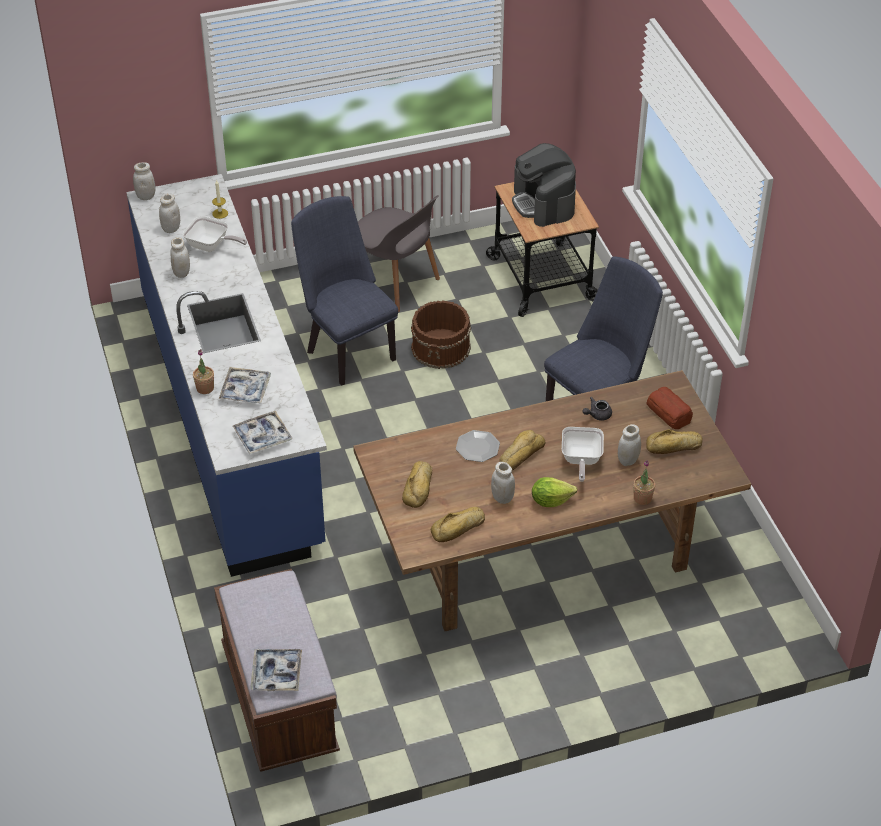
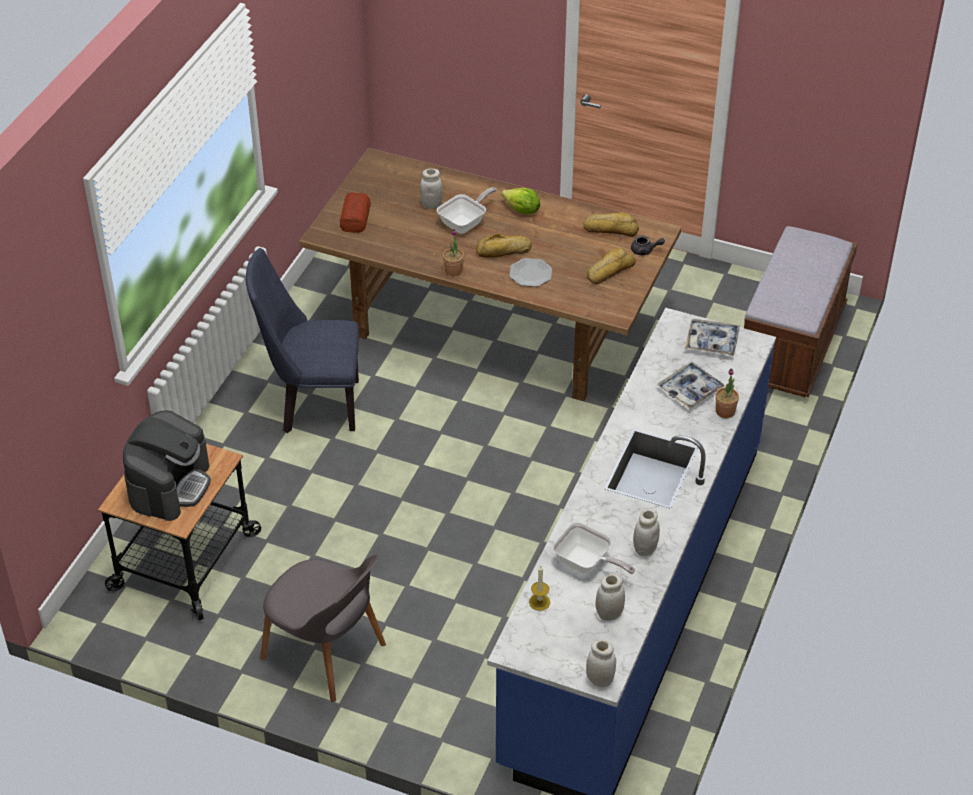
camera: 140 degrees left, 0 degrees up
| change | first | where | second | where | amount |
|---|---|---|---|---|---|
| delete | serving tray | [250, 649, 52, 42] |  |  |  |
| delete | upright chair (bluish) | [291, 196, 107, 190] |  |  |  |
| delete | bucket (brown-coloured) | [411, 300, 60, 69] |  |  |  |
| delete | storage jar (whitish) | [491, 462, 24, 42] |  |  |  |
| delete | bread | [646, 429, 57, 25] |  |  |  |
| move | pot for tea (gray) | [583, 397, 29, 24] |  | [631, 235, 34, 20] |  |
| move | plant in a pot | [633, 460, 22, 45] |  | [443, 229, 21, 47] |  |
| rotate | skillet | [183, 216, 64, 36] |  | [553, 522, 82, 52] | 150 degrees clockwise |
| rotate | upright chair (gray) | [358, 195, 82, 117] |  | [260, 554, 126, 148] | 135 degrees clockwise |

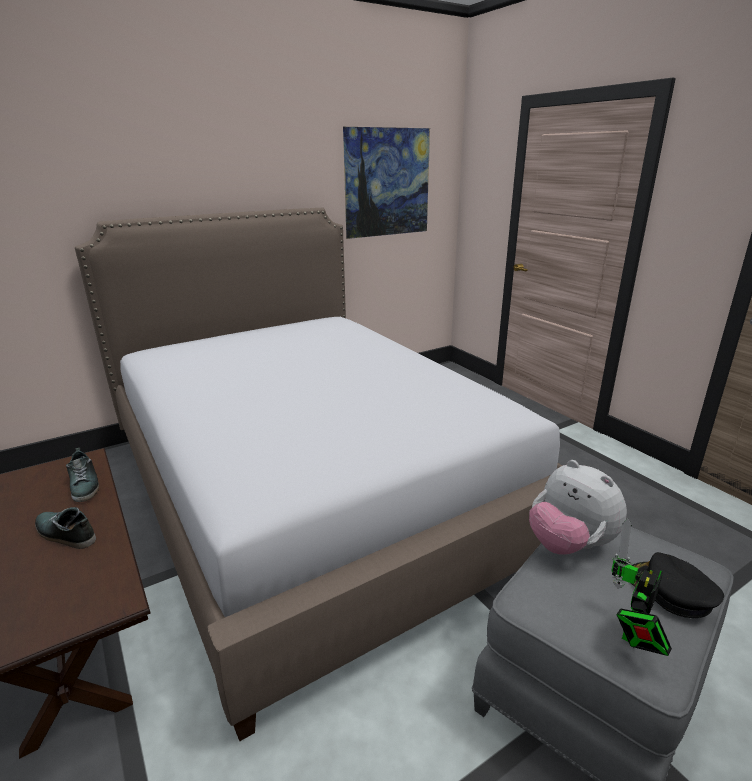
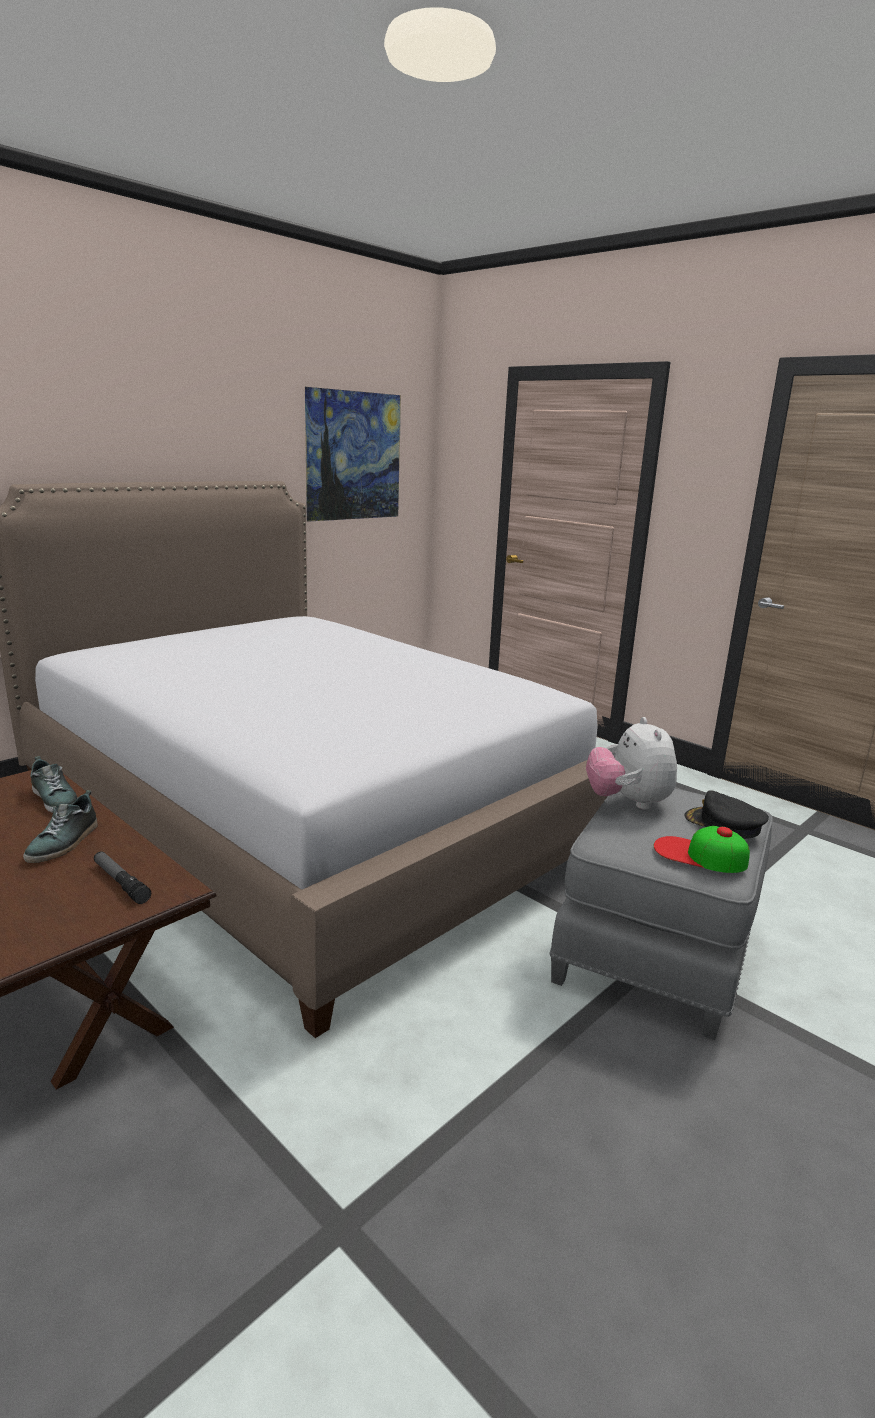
camera: 15 degrees left, 5 degrees down
| change | first | where | second | where | amount |
|---|---|---|---|---|---|
| insert |  |  | hand torch | [94, 851, 57, 53] |  |
| replace | model robot | [611, 518, 61, 138] | cap | [654, 826, 96, 47] |  |
| rotate | item of footwear | [35, 507, 61, 42] |  | [23, 790, 75, 73] | 90 degrees counterclockwise |
| rotate | plush toy | [529, 460, 98, 95] |  | [586, 717, 91, 92] | 45 degrees clockwise |

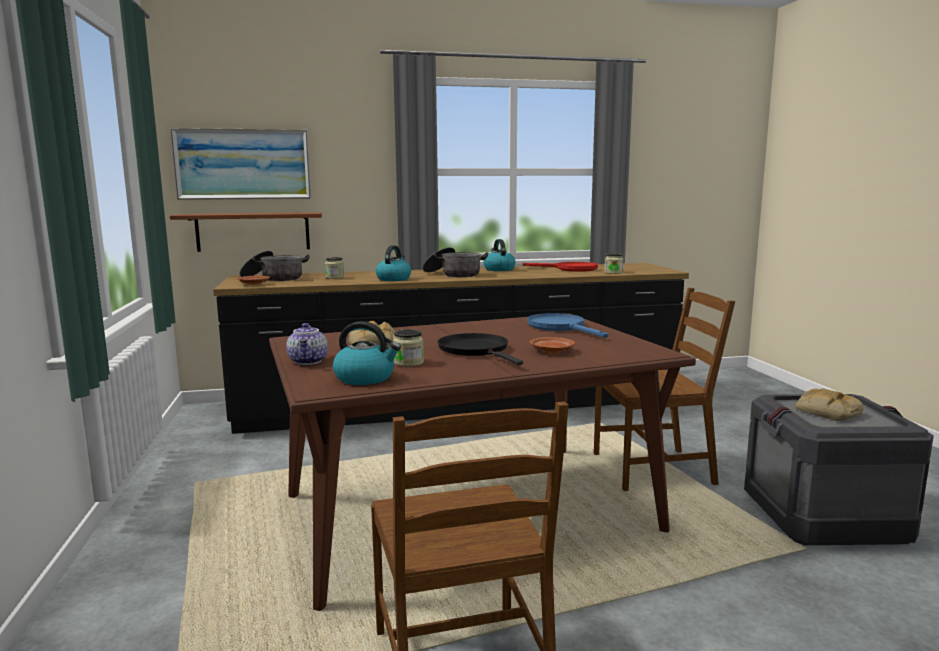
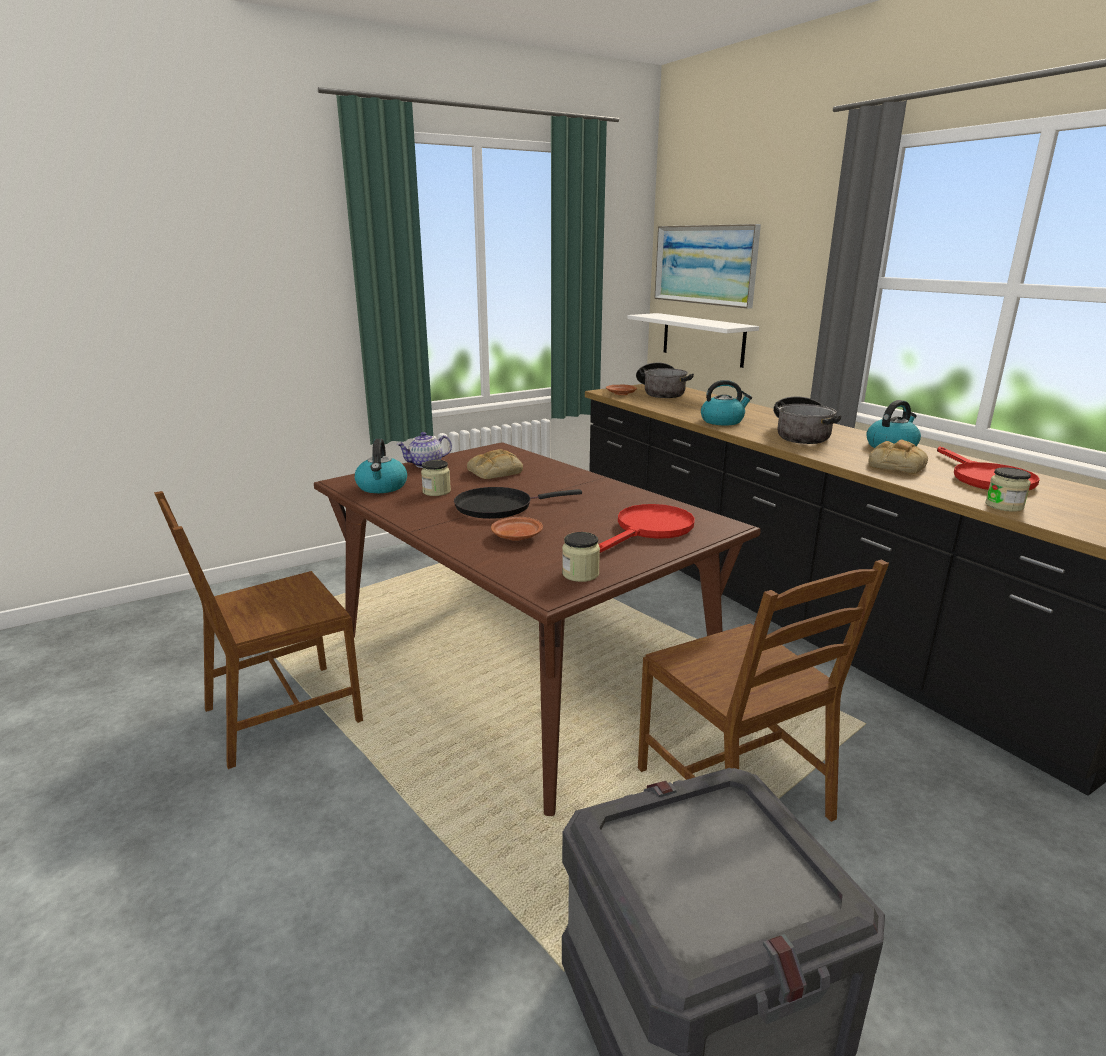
camera: 70 degrees right, 10 degrees up
| change | first | where | second | where | amount |
|---|---|---|---|---|---|
| move | storage jar | [325, 257, 19, 22] |  | [562, 532, 38, 50] |  |
| move | bread | [795, 389, 69, 32] |  | [868, 439, 60, 35] |  |
| recolor | shelf (brown-coloured) | [170, 212, 152, 40] | shelf (whitish) | [627, 313, 132, 55] |  |
| recolor | skillet (bluish) | [527, 313, 82, 25] | skillet (red-coloured) | [598, 504, 97, 49] |  |
| rotate | skillet (black-coloured) | [437, 333, 86, 32] |  | [454, 487, 128, 32] | 150 degrees counterclockwise |

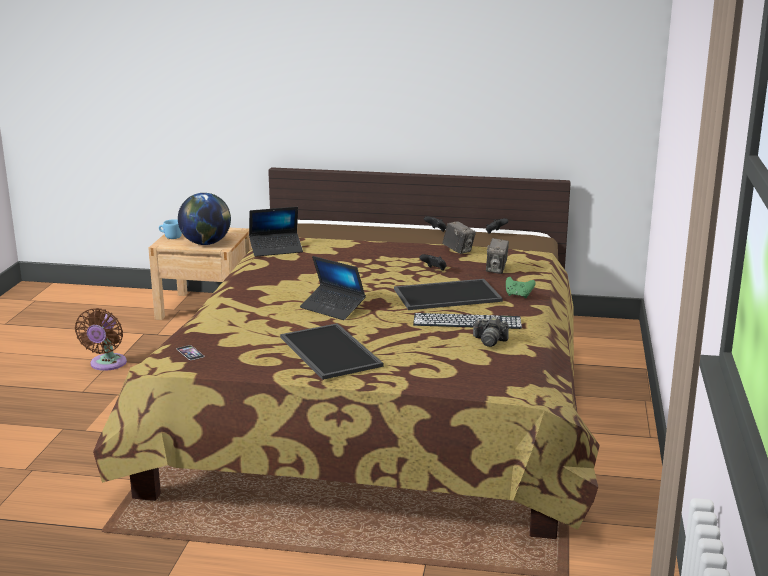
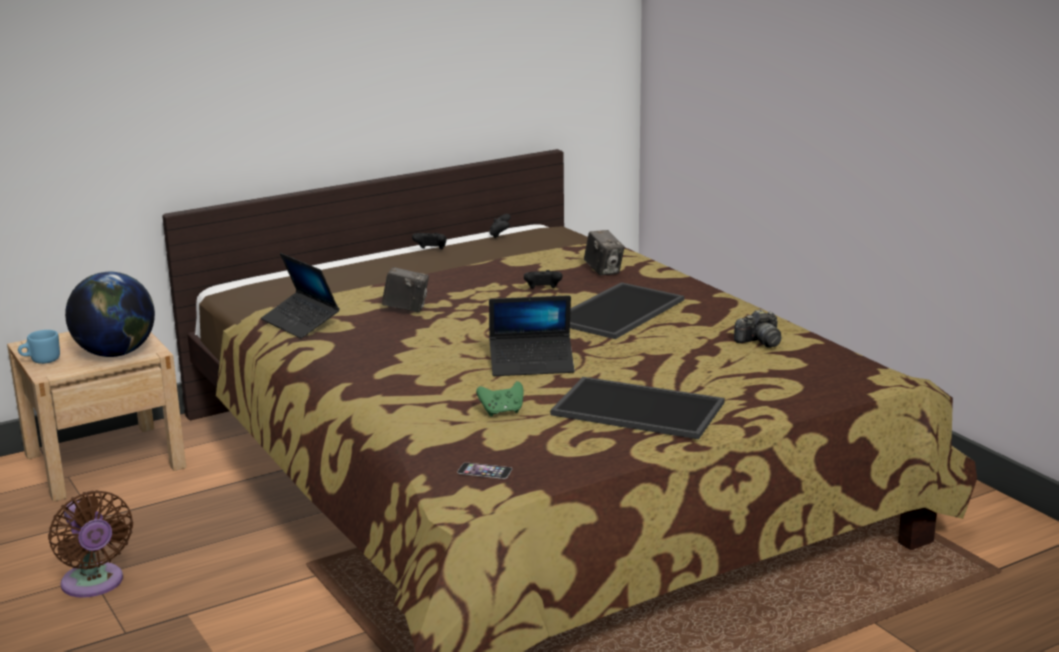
camera: 40 degrees left, 0 degrees up
| change | first | where | second | where | amount |
|---|---|---|---|---|---|
| delete | PC keyboard | [413, 313, 109, 16] |  |  |  |
| move | photo camera | [442, 221, 34, 33] |  | [382, 267, 47, 45] |  |
| move | gamepad (greenish) | [506, 277, 30, 21] |  | [476, 381, 47, 35] |  |
| rotate | laptop | [249, 207, 54, 50] |  | [261, 253, 79, 86] | 105 degrees clockwise |

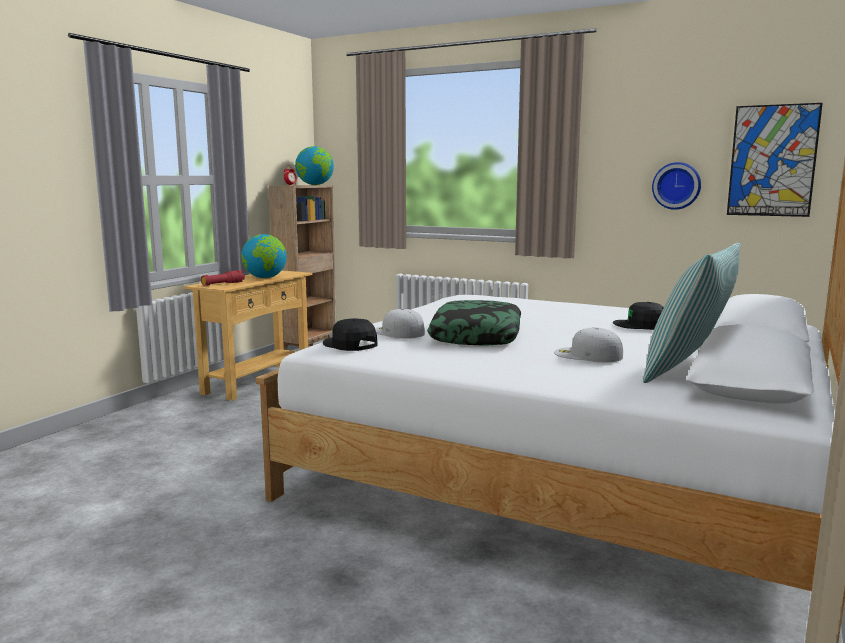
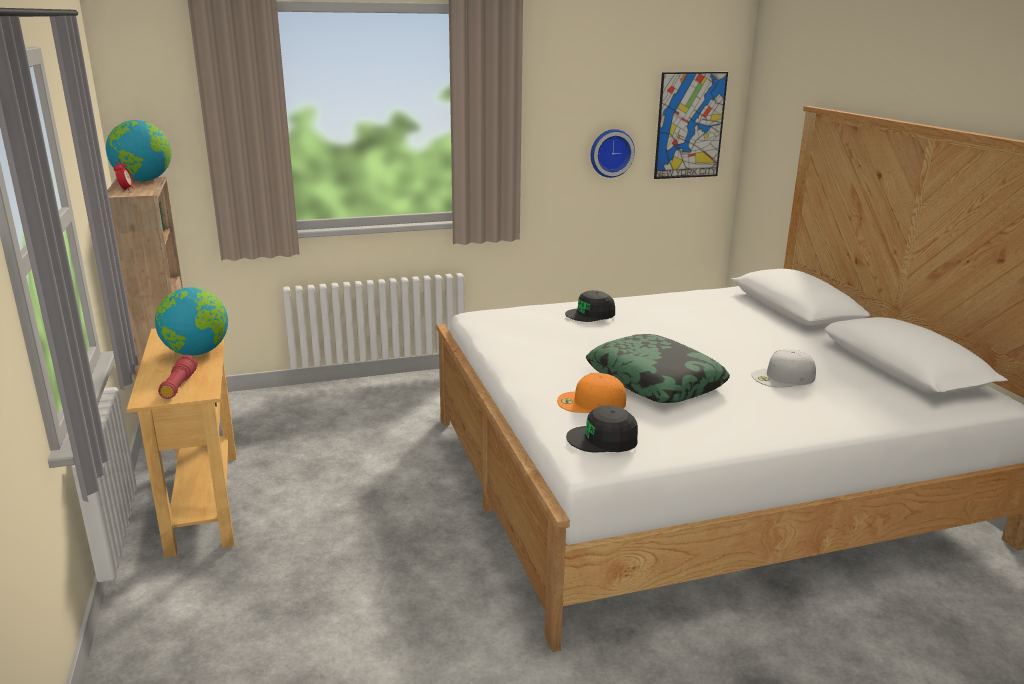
camera: 45 degrees left, 10 degrees up
| change | first | where | second | where | amount |
|---|---|---|---|---|---|
| delete | cushion | [643, 243, 98, 140] |  |  |  |
| move | cap (black-coloured) | [613, 302, 51, 28] |  | [565, 290, 50, 32] |  |
| recolor | cap (whitish) | [375, 309, 50, 30] | cap (orangey) | [557, 373, 69, 40] |  |

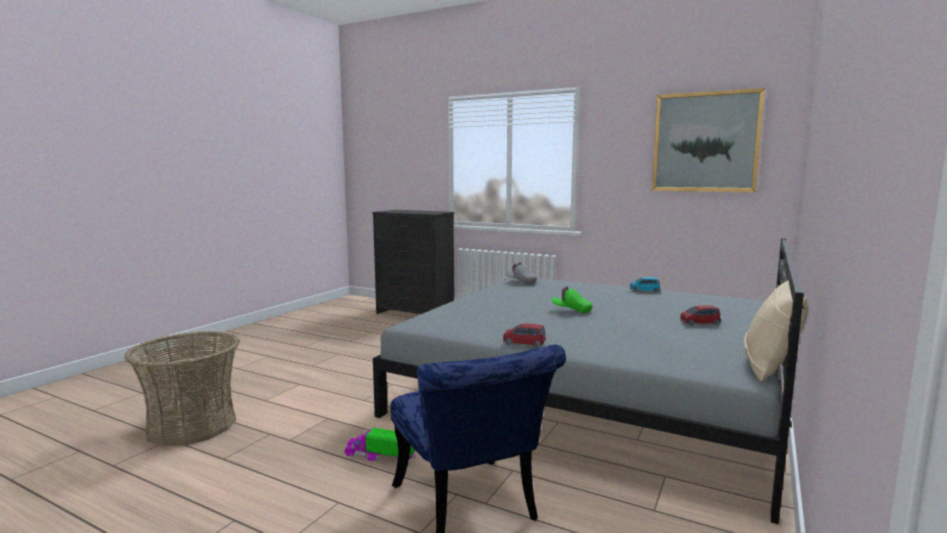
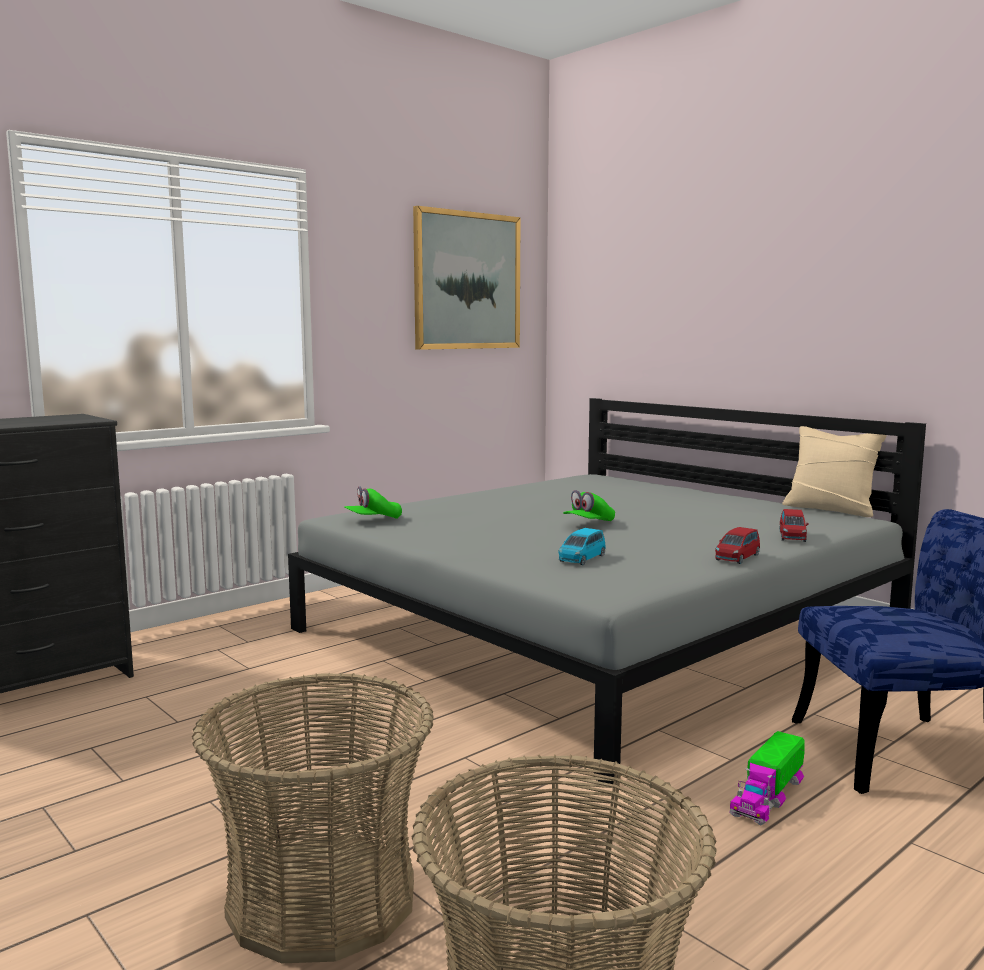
camera: 70 degrees left, 0 degrees up
| change | first | where | second | where | amount |
|---|---|---|---|---|---|
| insert |  |  | household basket | [192, 673, 242, 290] |  |
| move | model car (bluish) | [630, 277, 30, 16] |  | [558, 528, 48, 37] |  |
| move | model car (red-coloured) | [680, 305, 41, 21] |  | [779, 509, 30, 33] |  |
| recolor | cap (gray) | [507, 262, 30, 22] | cap (greenish) | [344, 486, 58, 33] |  |

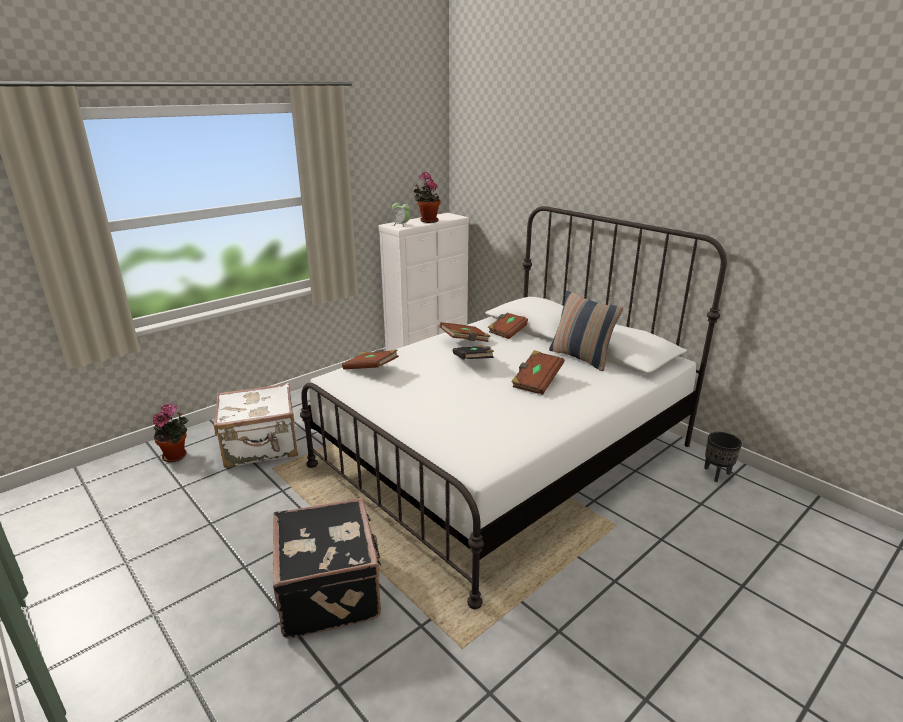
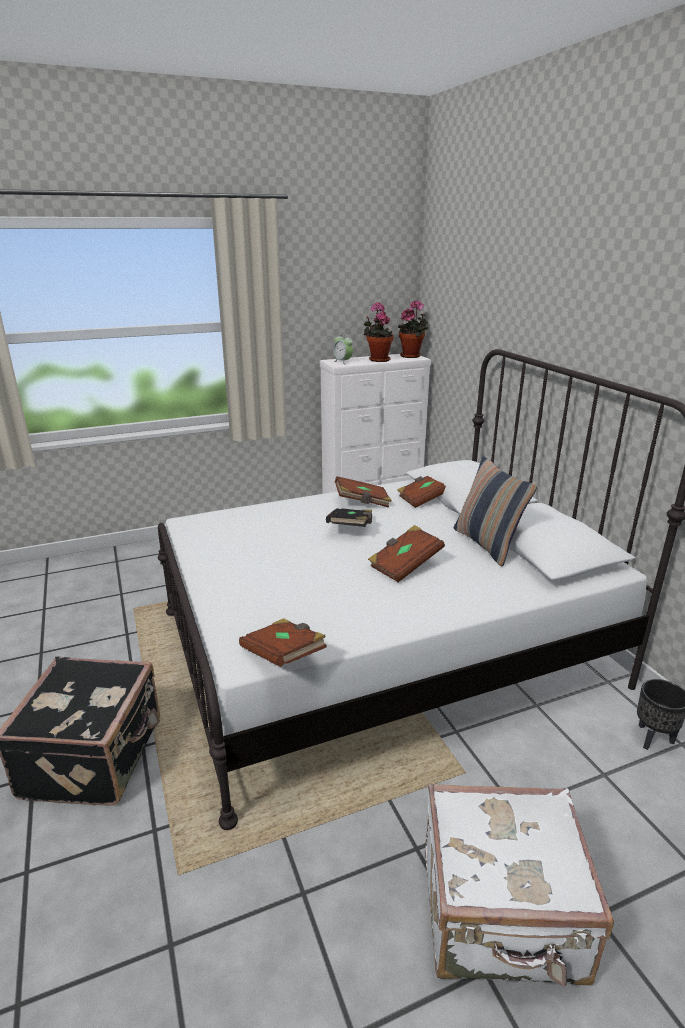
camera: 20 degrees right, 0 degrees up
| change | first | where | second | where | amount |
|---|---|---|---|---|---|
| move | plant in a pot | [152, 403, 36, 59] |  | [398, 300, 31, 58] |  |
| move | suitcase (whitish) | [214, 383, 84, 85] |  | [425, 784, 189, 203] |  |
| move | bound book (brown-coloured) | [342, 349, 57, 20] |  | [239, 618, 88, 49] |  |

